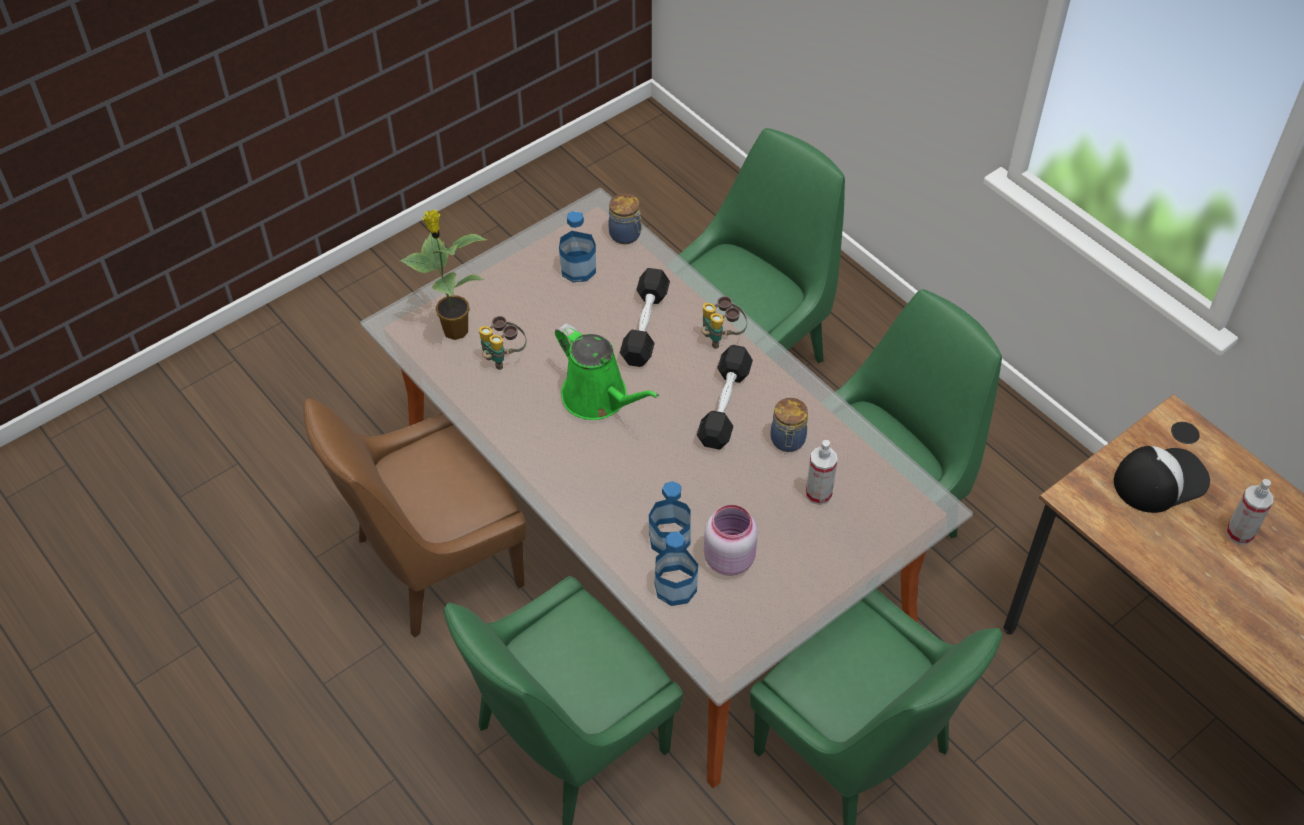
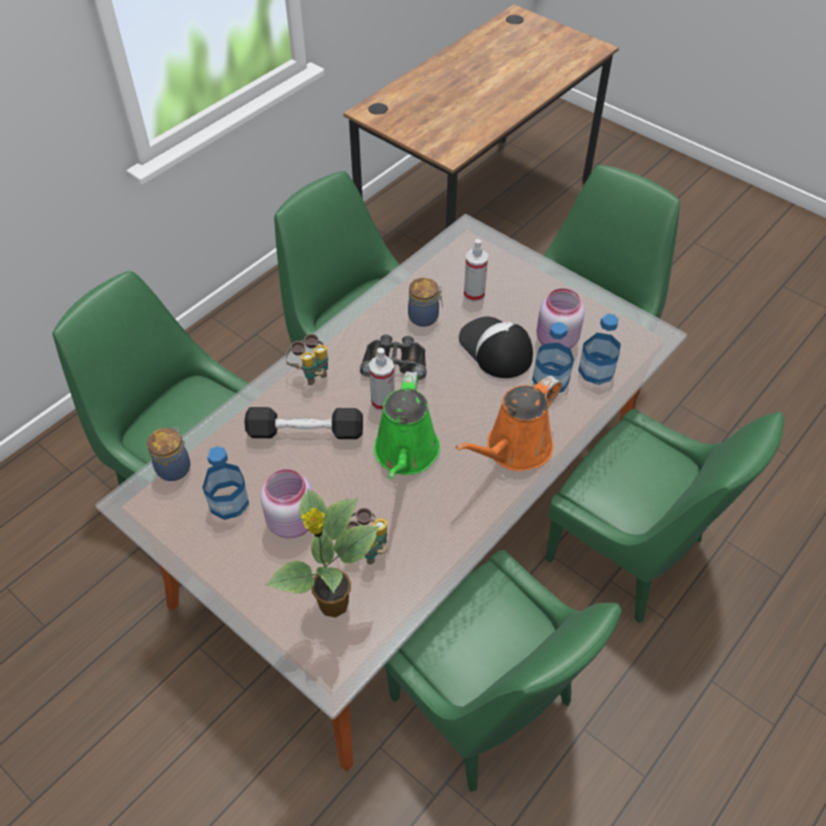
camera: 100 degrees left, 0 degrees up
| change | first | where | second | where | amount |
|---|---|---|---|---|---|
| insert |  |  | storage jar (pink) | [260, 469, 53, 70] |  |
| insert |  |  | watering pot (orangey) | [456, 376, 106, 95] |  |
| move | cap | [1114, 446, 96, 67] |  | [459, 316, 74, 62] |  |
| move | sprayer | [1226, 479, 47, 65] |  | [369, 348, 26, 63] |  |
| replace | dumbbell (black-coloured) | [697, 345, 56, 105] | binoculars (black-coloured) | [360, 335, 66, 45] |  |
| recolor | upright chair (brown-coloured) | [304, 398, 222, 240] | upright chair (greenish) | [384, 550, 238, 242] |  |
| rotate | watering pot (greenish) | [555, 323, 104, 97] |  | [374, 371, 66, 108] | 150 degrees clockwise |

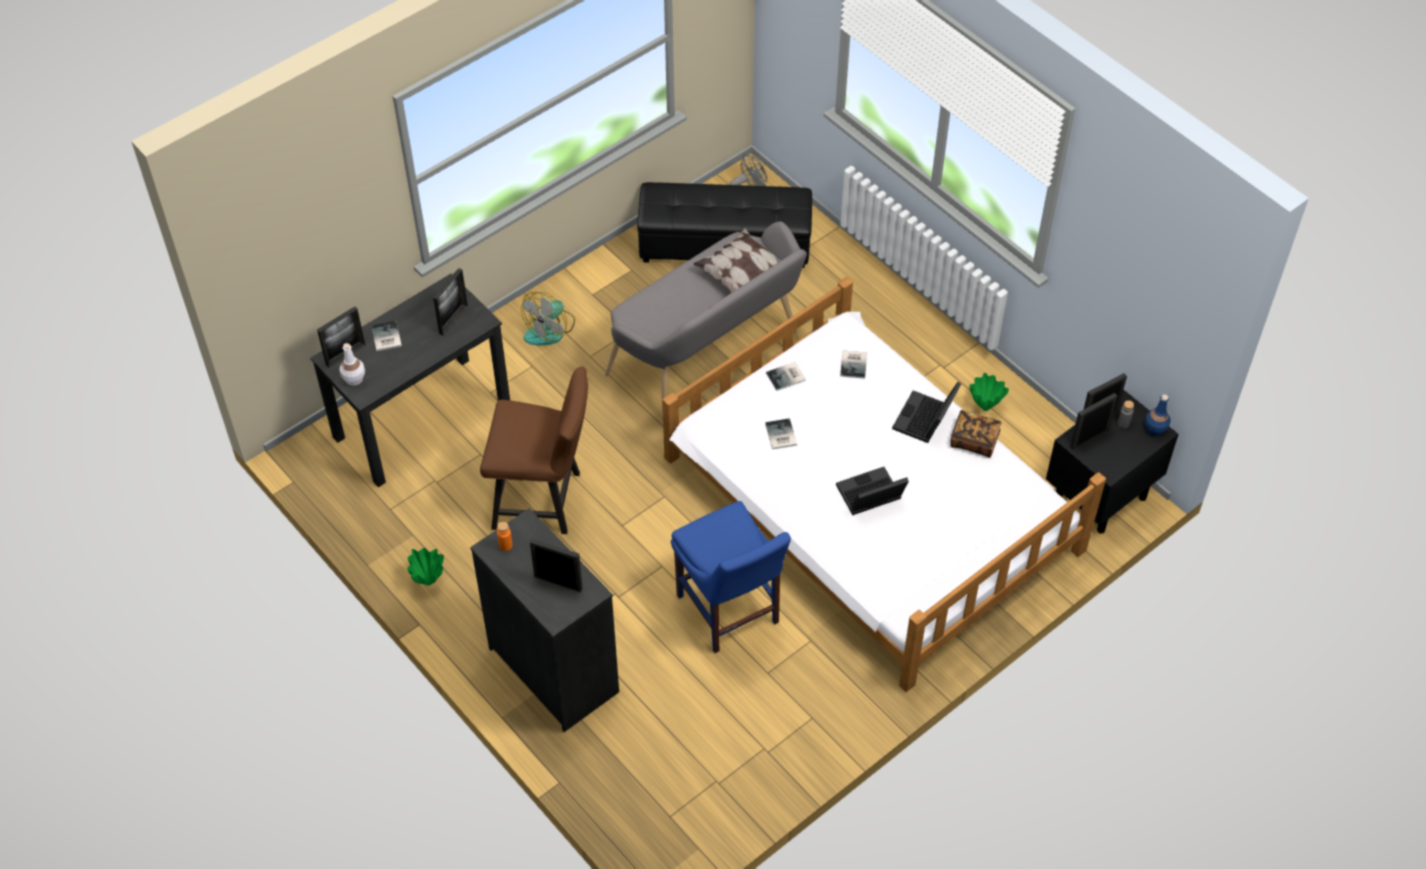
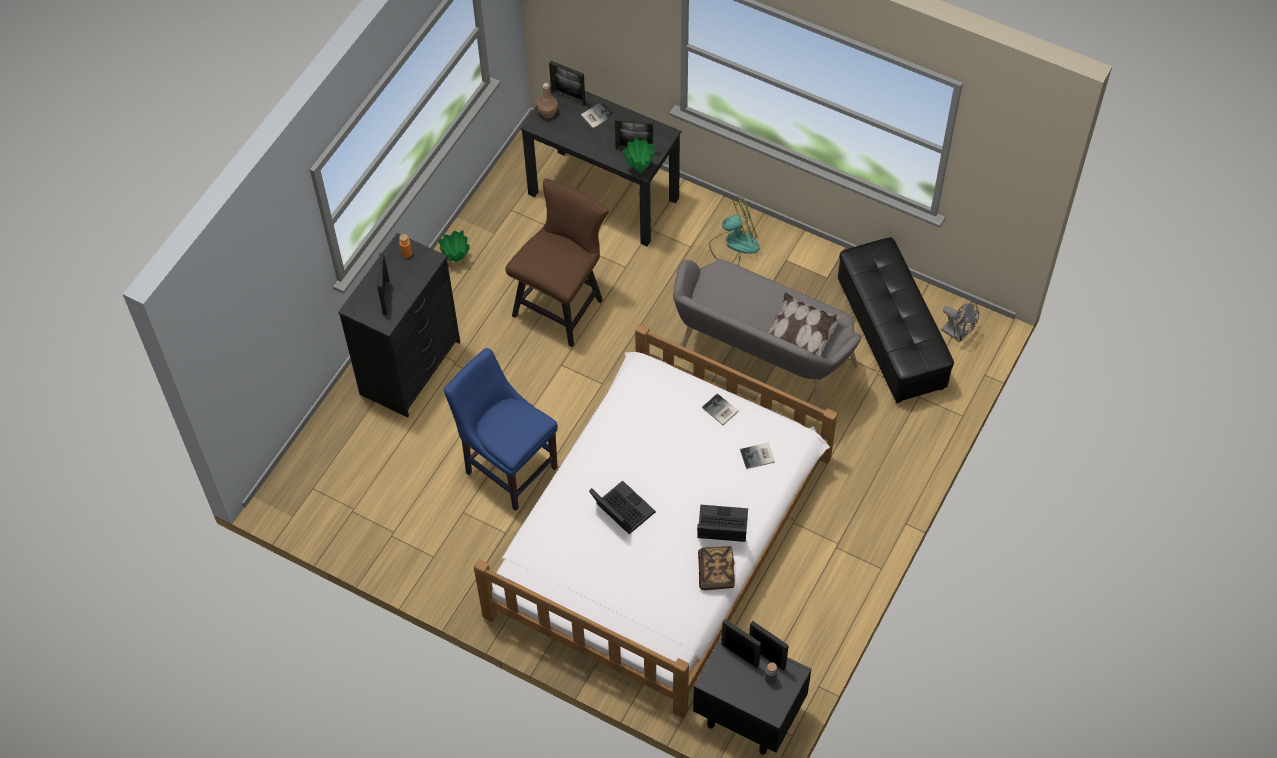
camera: 70 degrees right, 5 degrees up
| change | first | where | second | where | amount |
|---|---|---|---|---|---|
| delete | bound book | [765, 418, 32, 31] |  |  |  |
| delete | bottle (bluish) | [1145, 395, 26, 41] |  |  |  |
| move | vase (greenish) | [969, 373, 40, 38] |  | [623, 138, 32, 34] |  |
| recolor | bottle (whitish) | [339, 343, 26, 43] | bottle (brown-coloured) | [537, 83, 21, 35] |  |
| rotate | upright chair (brown-coloured) | [480, 366, 108, 168] |  | [505, 178, 104, 169] | 135 degrees counterclockwise |
| rotate | electric fan | [521, 292, 54, 53] |  | [709, 196, 51, 70] | 150 degrees clockwise |
| rotate | upright chair (bluish) | [671, 501, 120, 152] |  | [444, 348, 114, 163] | 90 degrees clockwise |

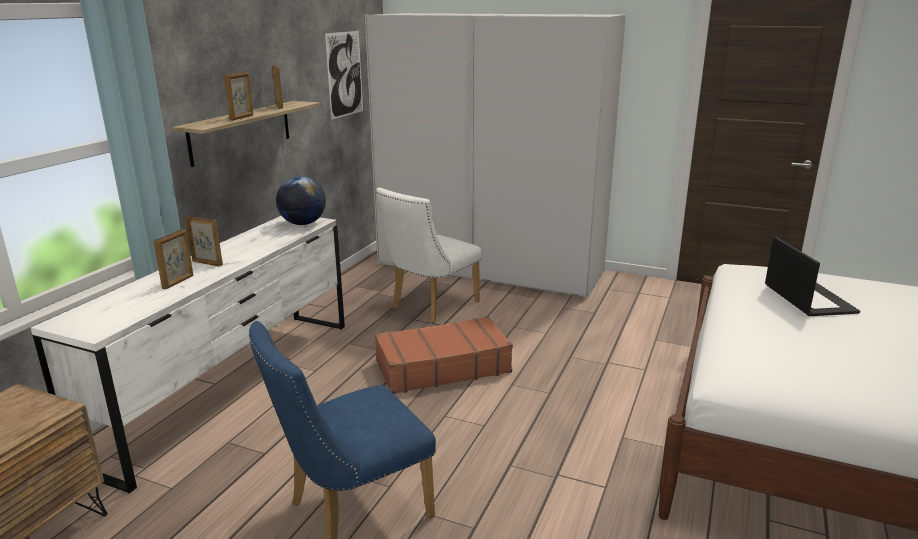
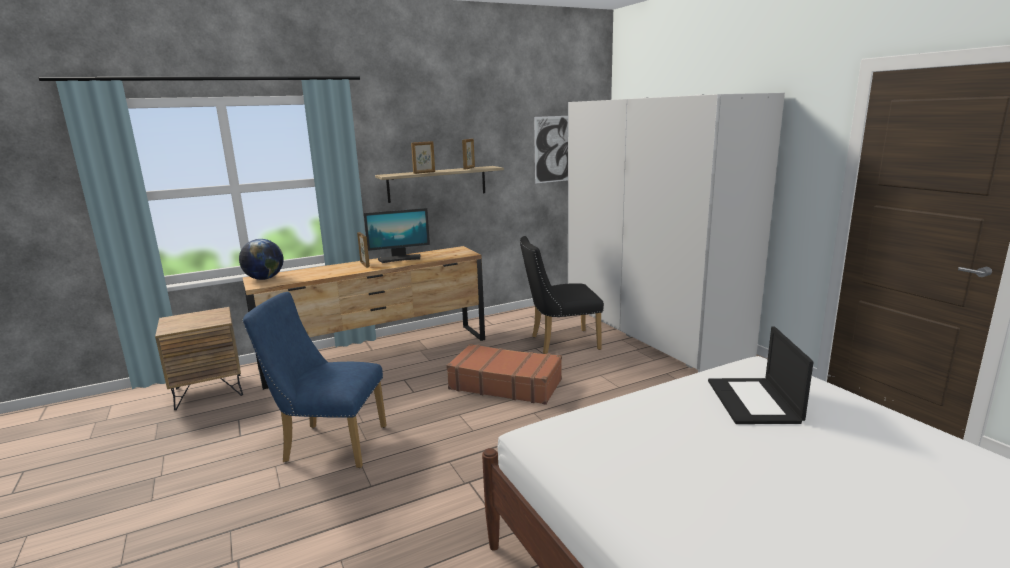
camera: 40 degrees right, 5 degrees down
| change | first | where | second | where | amount |
|---|---|---|---|---|---|
| delete | picture frame | [154, 229, 39, 61] |  |  |  |
| insert |  |  | computer screen | [364, 208, 66, 55] |  |
| move | world globe | [276, 176, 50, 49] |  | [239, 239, 45, 41] |  |
| recolor | dresser (whitish) | [31, 216, 314, 278] | dresser (brown-coloured) | [243, 246, 242, 144] |  |
| recolor | upright chair (whitish) | [376, 188, 106, 135] | upright chair (black-coloured) | [520, 236, 84, 118] |  |
| rotate | laptop | [765, 237, 95, 79] |  | [708, 326, 105, 98] | 150 degrees clockwise |

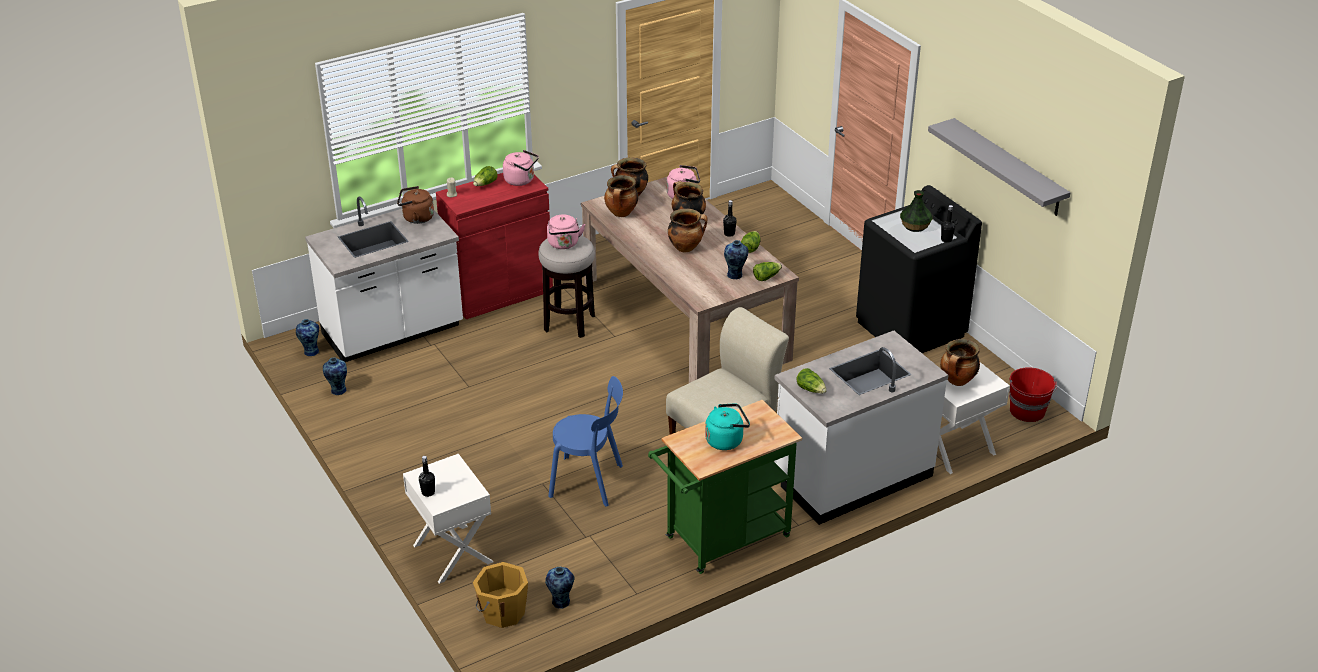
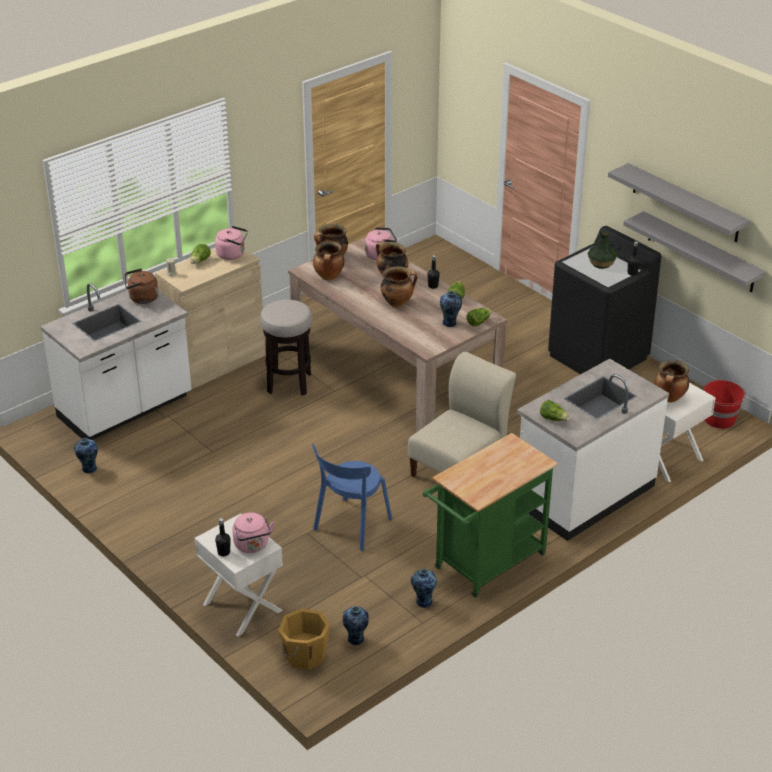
camera: 10 degrees left, 0 degrees up
| change | first | where | second | where | amount |
|---|---|---|---|---|---|
| delete | water kettle (turquoise) | [705, 403, 45, 47] |  |  |  |
| insert |  |  | shelf (gray) | [623, 211, 143, 81] |  |
| move | vase | [296, 319, 23, 37] |  | [411, 569, 26, 39] |  |
| move | water kettle (pink) | [547, 214, 38, 35] |  | [232, 512, 43, 41] |  |
| recolor | cabinet (red-coloured) | [436, 173, 117, 146] | cabinet (sand-coloured) | [155, 248, 110, 142] |  |
| rotate | upright chair (bluish) | [548, 376, 75, 131] |  | [312, 444, 80, 107] | 120 degrees clockwise |

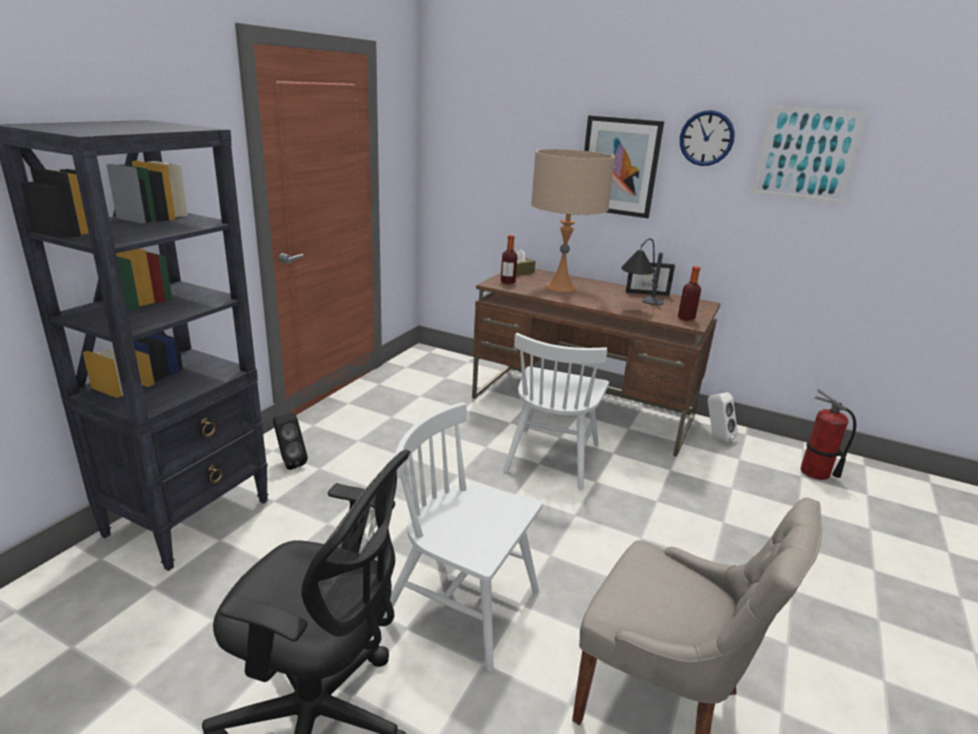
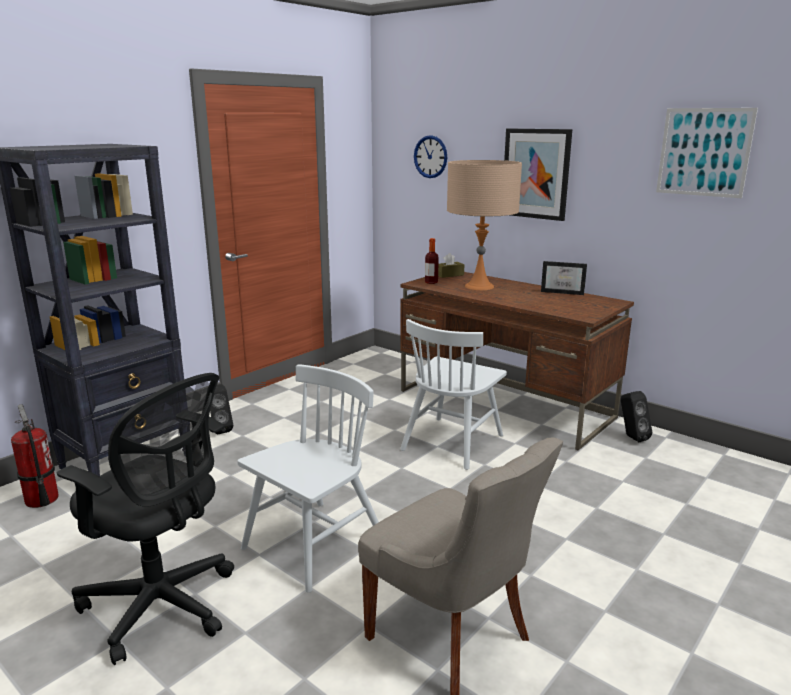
camera: 15 degrees right, 5 degrees down
| change | first | where | second | where | amount |
|---|---|---|---|---|---|
| delete | lamp for a table | [621, 238, 43, 67] |  |  |  |
| delete | bottle | [678, 266, 23, 55] |  |  |  |
| move | hanging clock | [680, 110, 55, 56] |  | [414, 135, 33, 43] |  |
| move | extinguisher | [801, 389, 55, 91] |  | [11, 404, 48, 104] |  |
| recolor | audio speaker (whitish) | [708, 392, 30, 51] | audio speaker (black-coloured) | [621, 391, 31, 51] |  |
| rotate | upright chair (whitish) | [383, 402, 160, 269] |  | [237, 364, 142, 229] | 90 degrees clockwise |

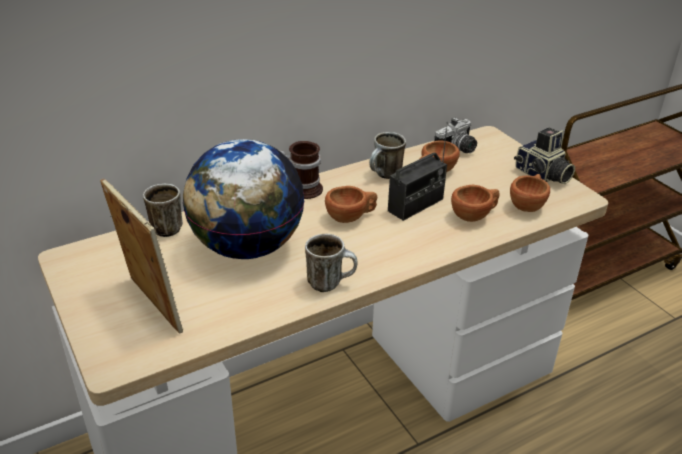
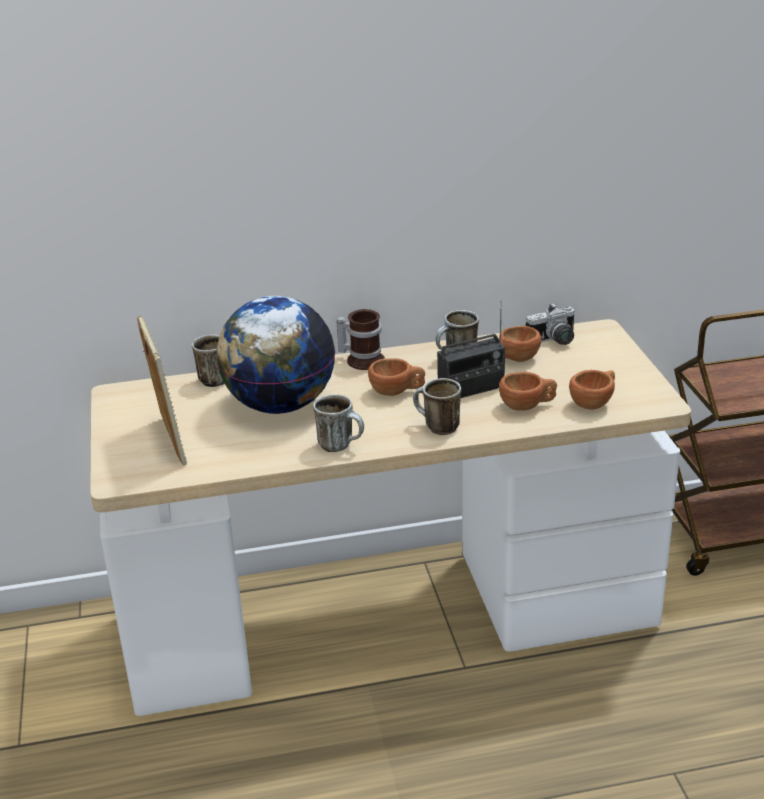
camera: 20 degrees right, 5 degrees down
| change | first | where | second | where | amount |
|---|---|---|---|---|---|
| delete | photo camera | [514, 127, 61, 57] |  |  |  |
| insert |  |  | tea mug | [413, 378, 48, 57] |  |

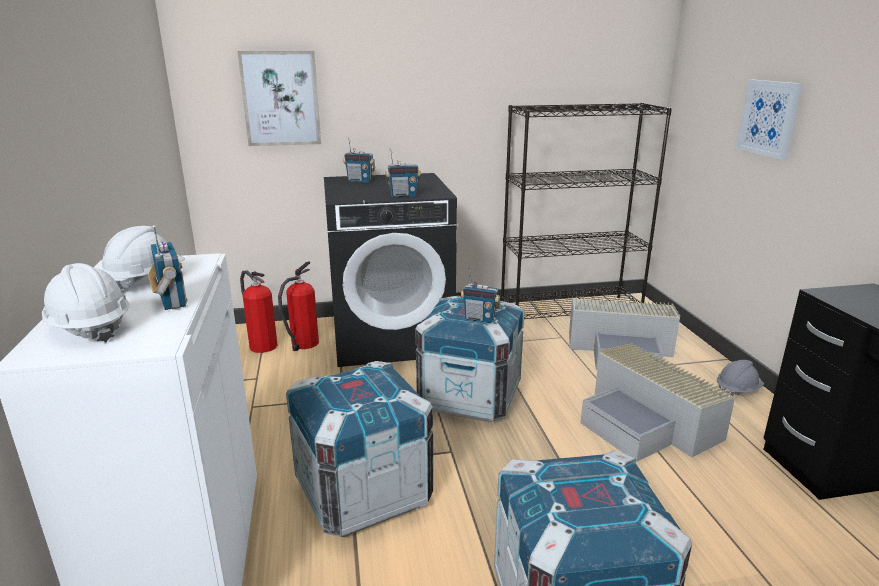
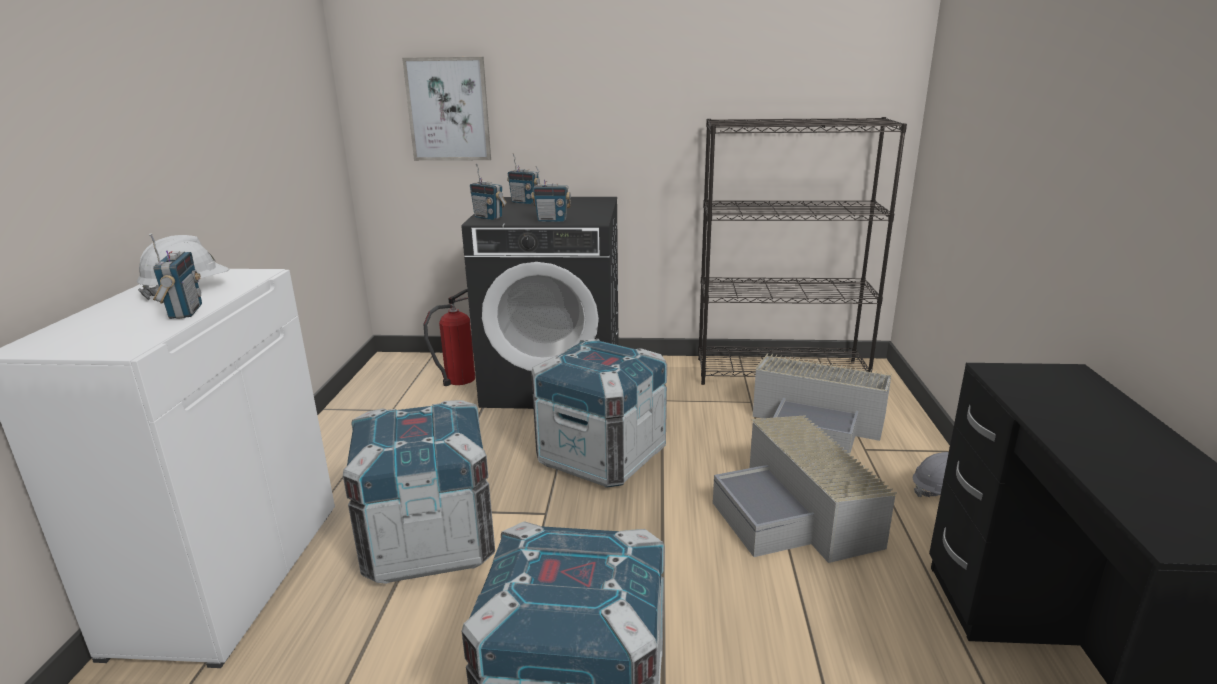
camera: 15 degrees right, 0 degrees up
| change | first | where | second | where | amount |
|---|---|---|---|---|---|
| delete | safety helmet (whitish) | [42, 263, 87, 80] |  |  |  |
| delete | extinguisher | [240, 271, 38, 82] |  |  |  |
| delete | wall picture | [736, 80, 67, 80] |  |  |  |
| move | radio receiver | [461, 267, 39, 56] |  | [470, 164, 37, 56] |  |

